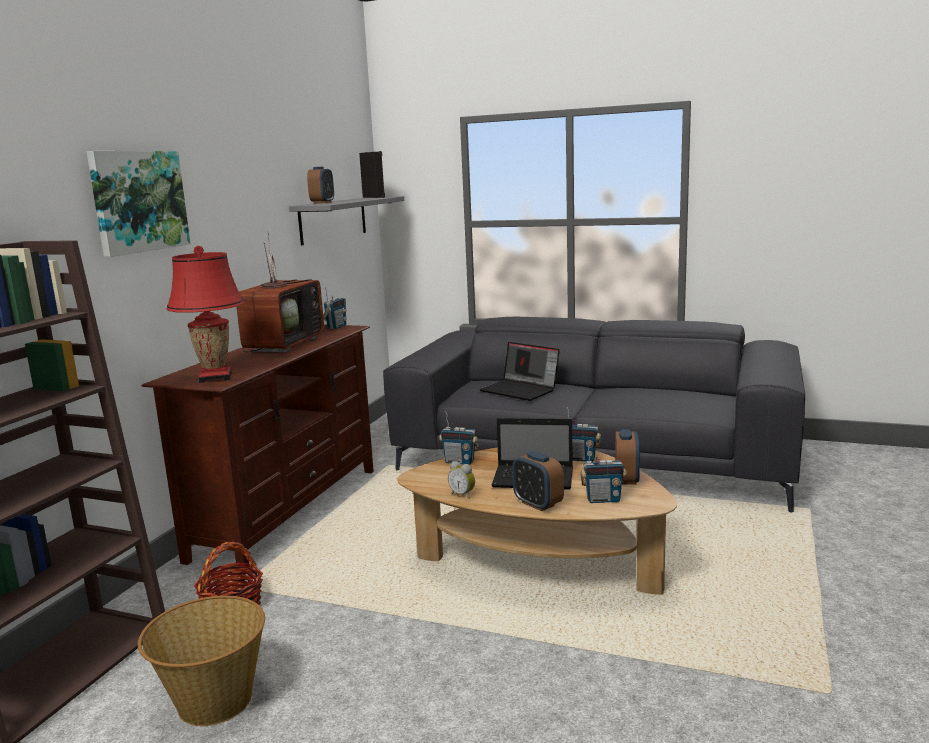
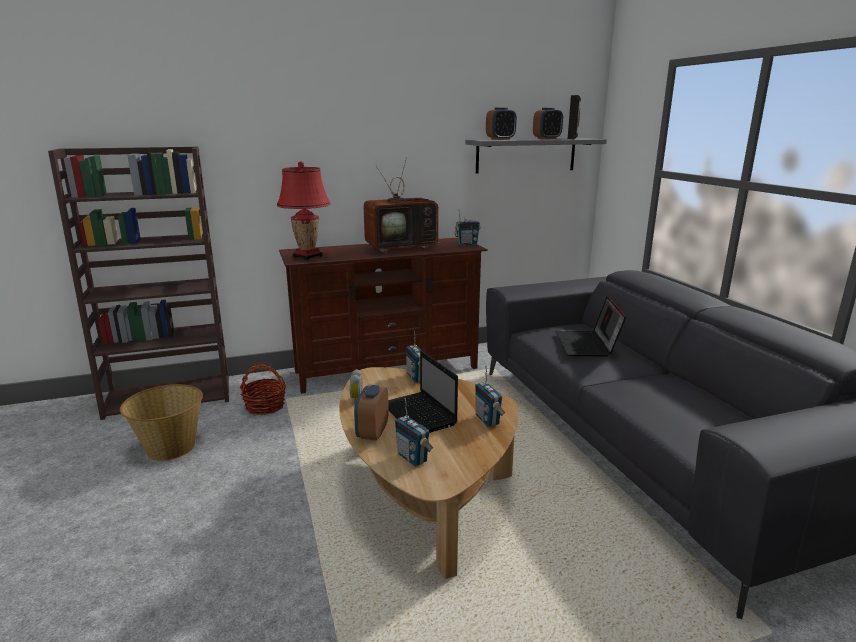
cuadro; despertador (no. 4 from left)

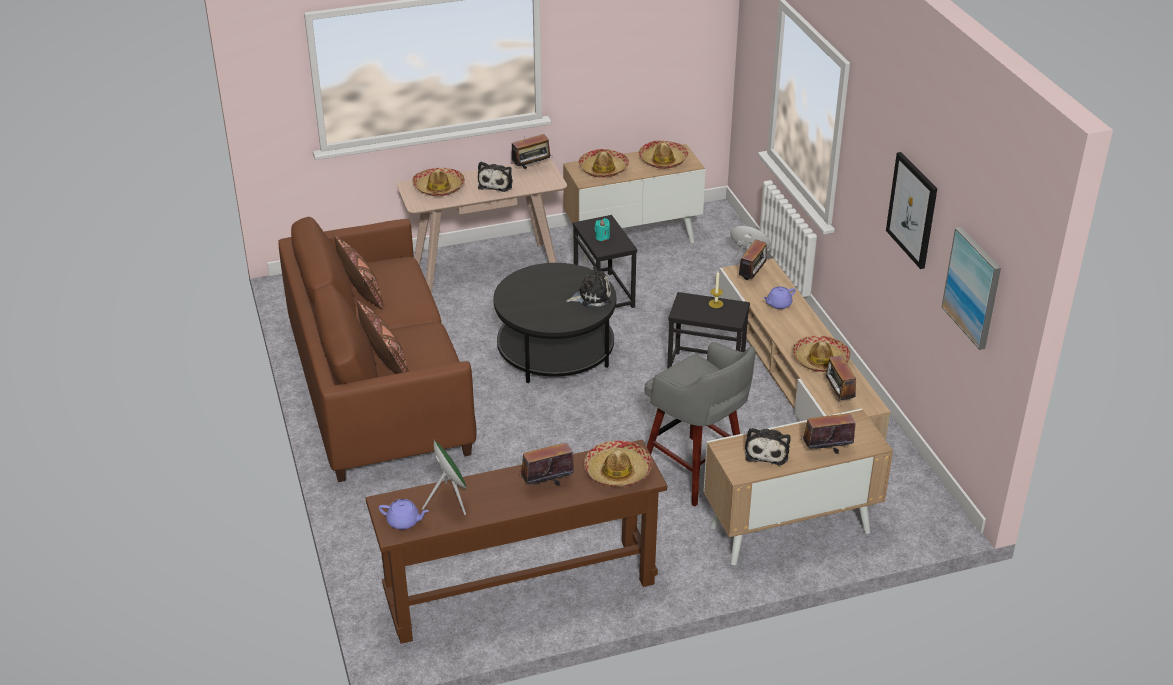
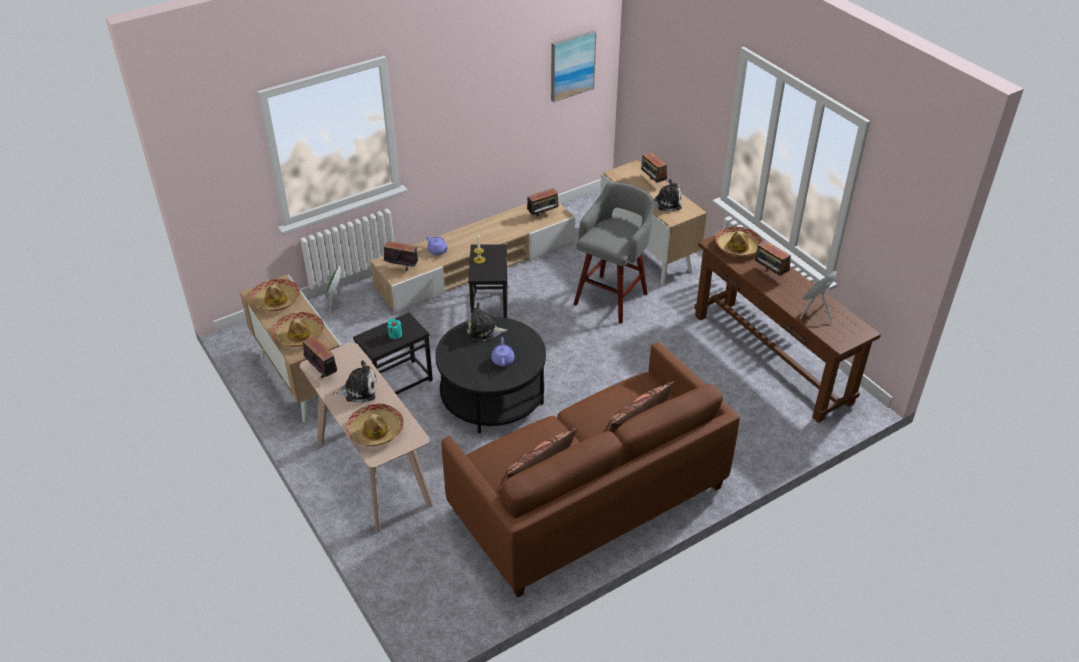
cuadro (no. 1 from left in the first image); peluche (no. 2 from left); sombrero (no. 5 from left in the first image); tetera [morado] (no. 2 from left)

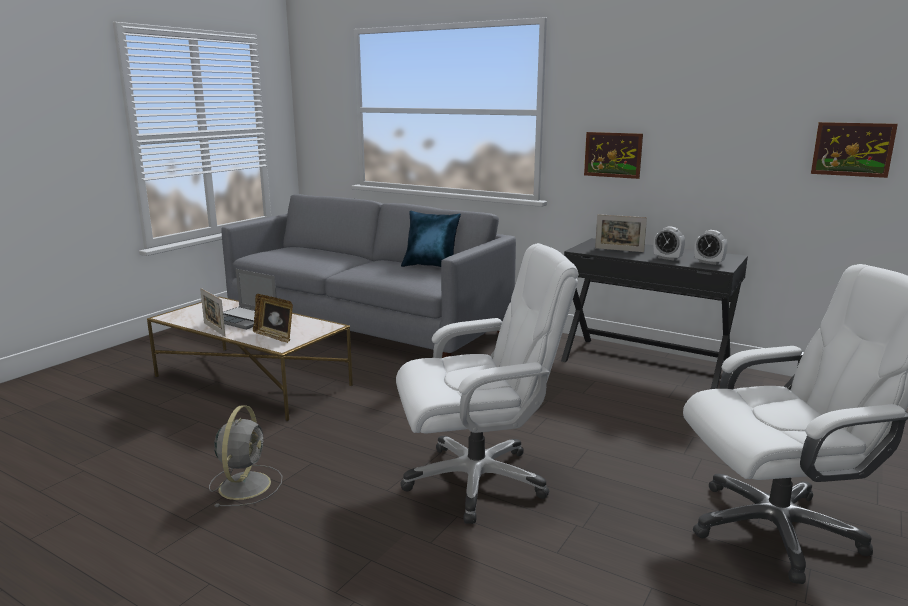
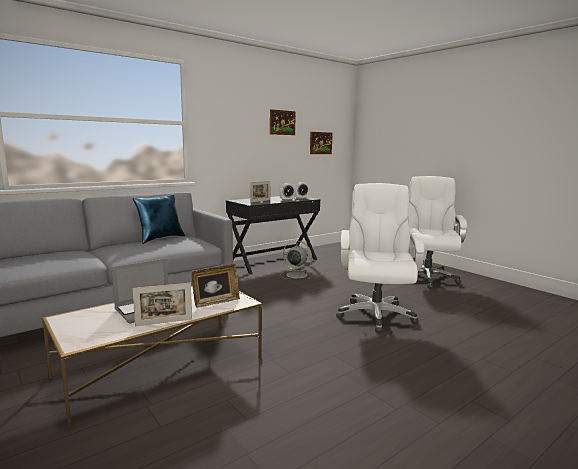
cuadro (no. 1 from left); ventilador [gris]

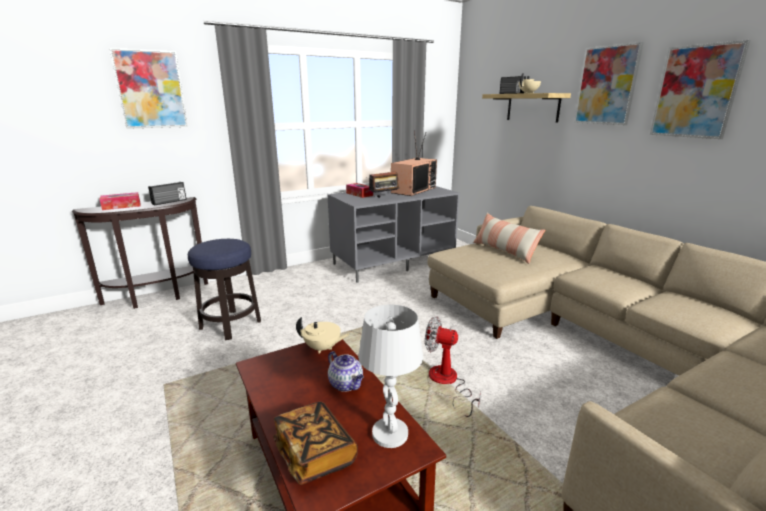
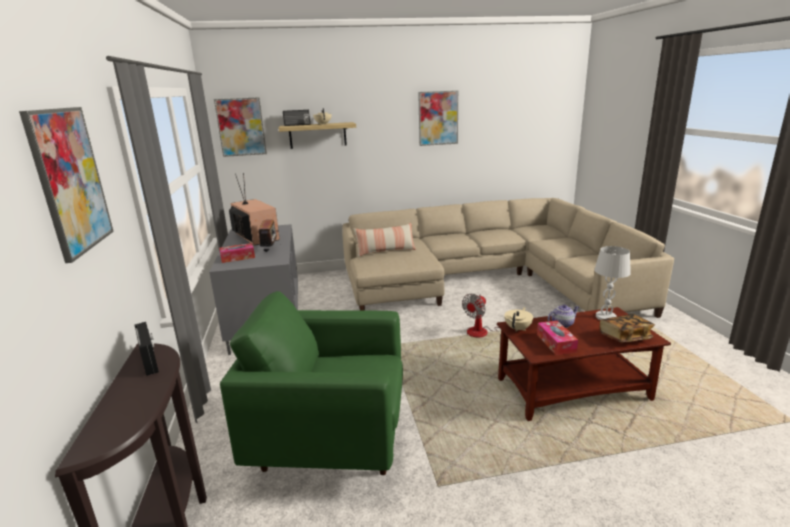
cuadro (no. 2 from left); caja de pañuelos (no. 2 from left); sillón [verde]

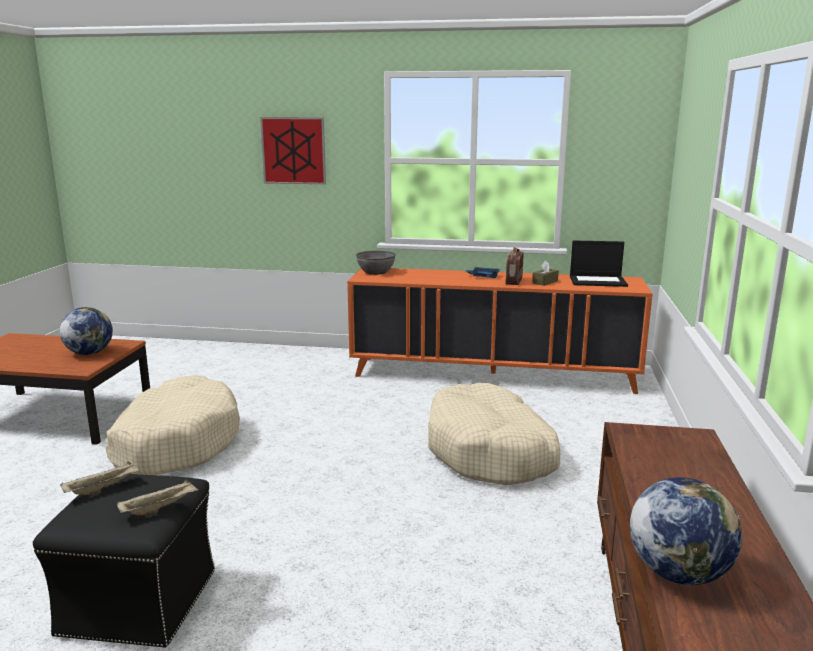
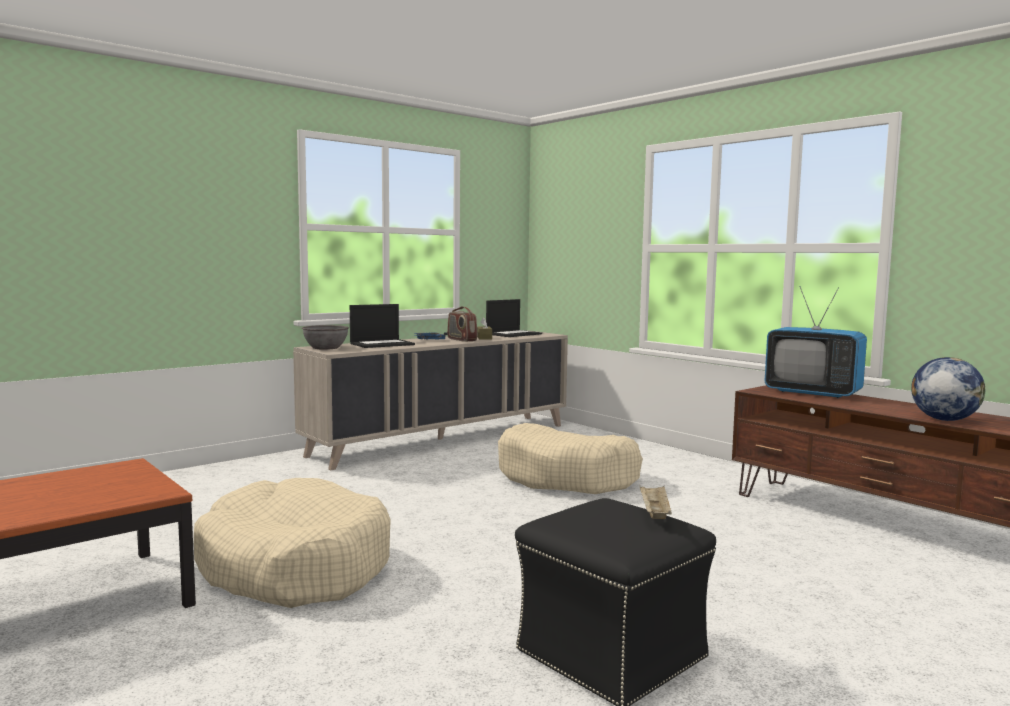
cuadro; armario [beis]; globo terráqueo (no. 1 from left in the first image); bandeja [beis] (no. 1 from left in the first image); televisor; portátil (no. 1 from left)

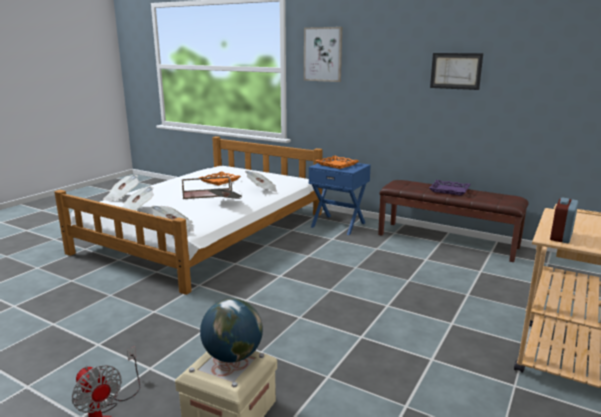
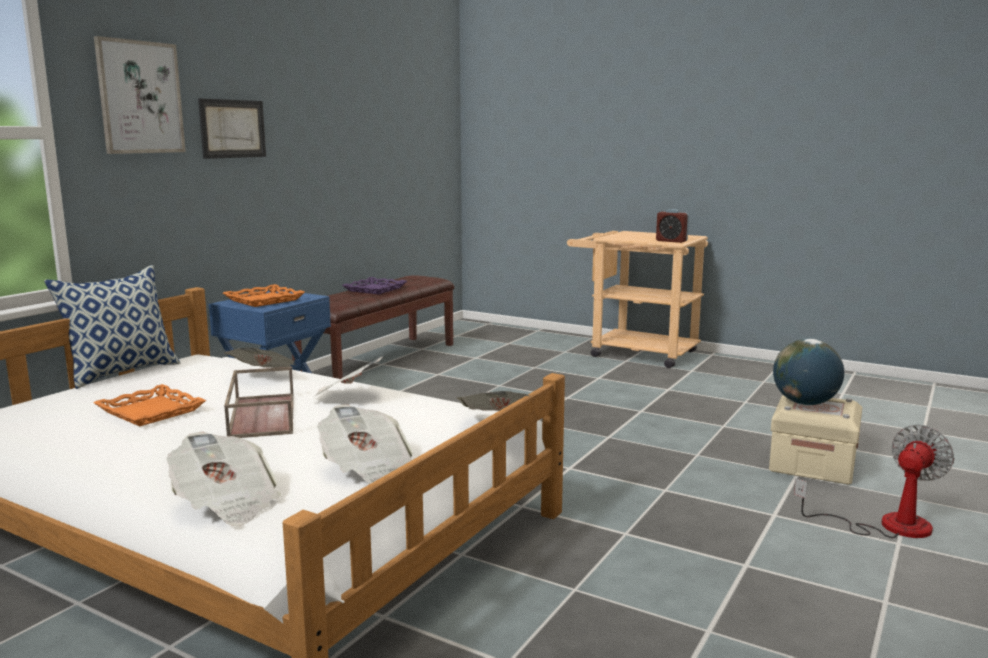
cuadro (no. 2 from left); cojín

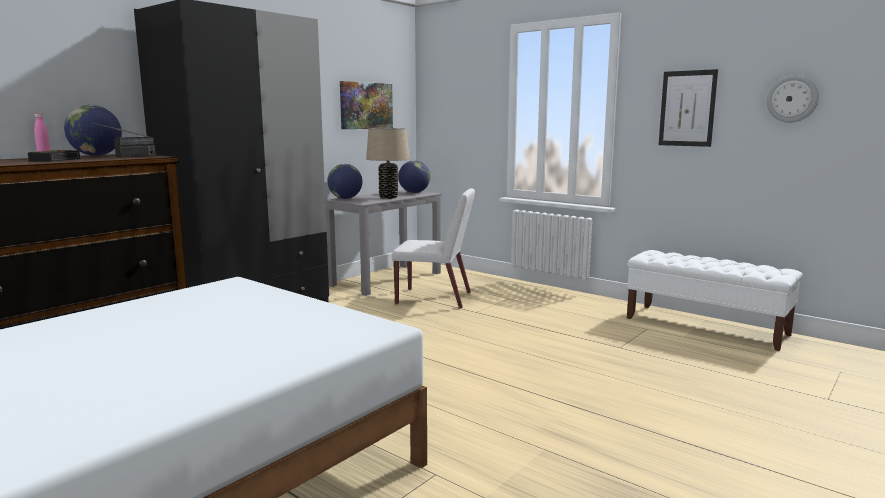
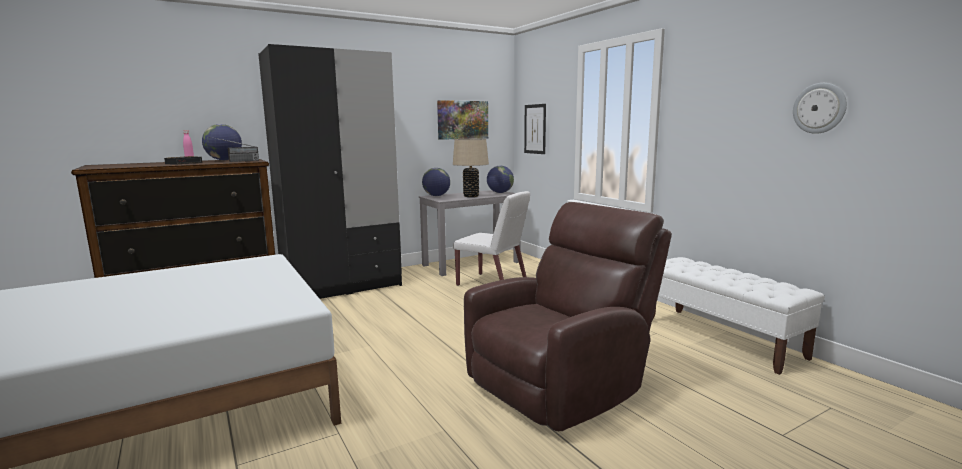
cuadro (no. 2 from left); sillón [marrón]

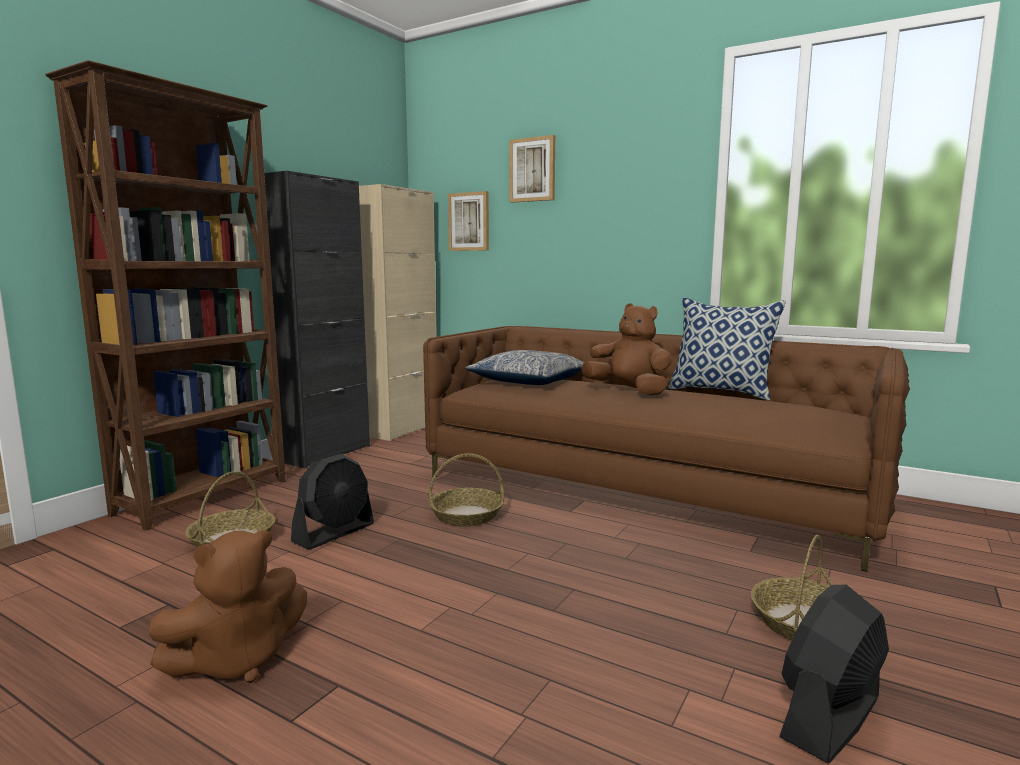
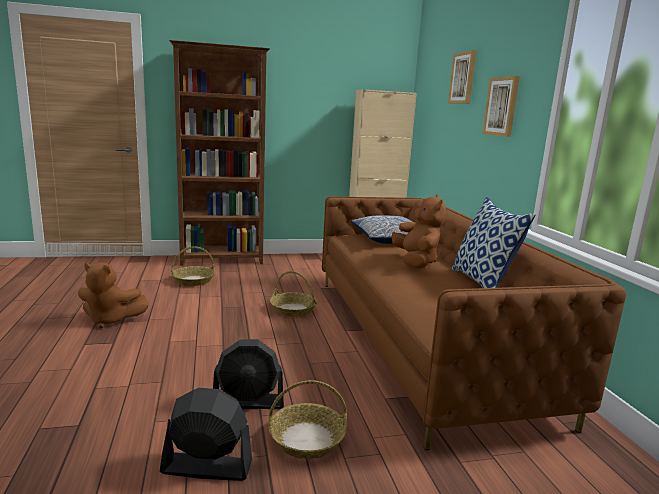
armario [negro]; cuadro (no. 2 from left); ventilador [negro] (no. 2 from left)

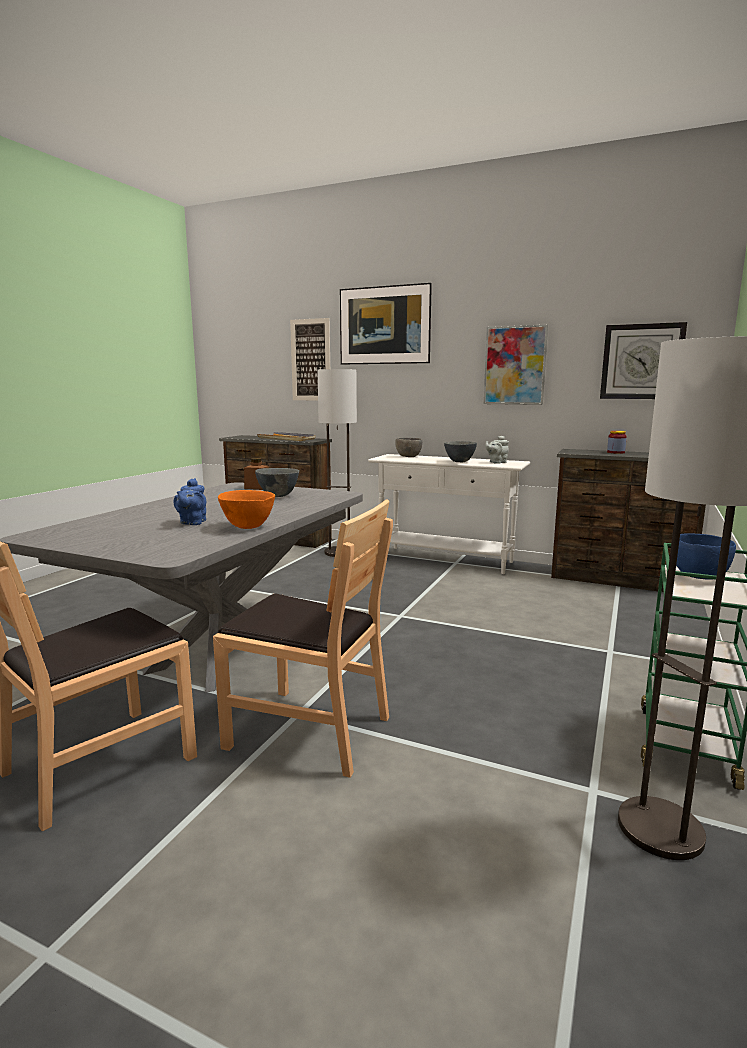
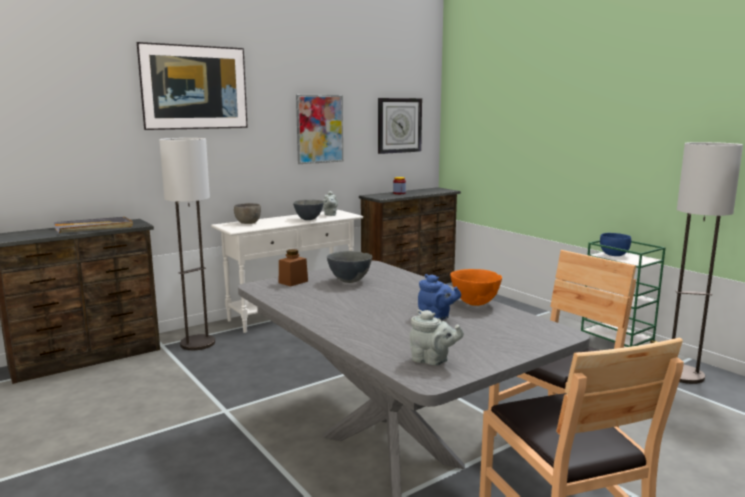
cuadro (no. 1 from left in the first image); tetera [gris] (no. 2 from left)

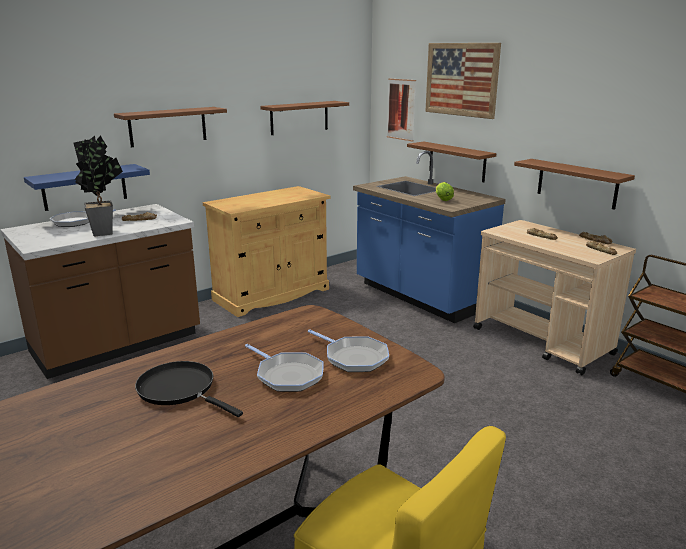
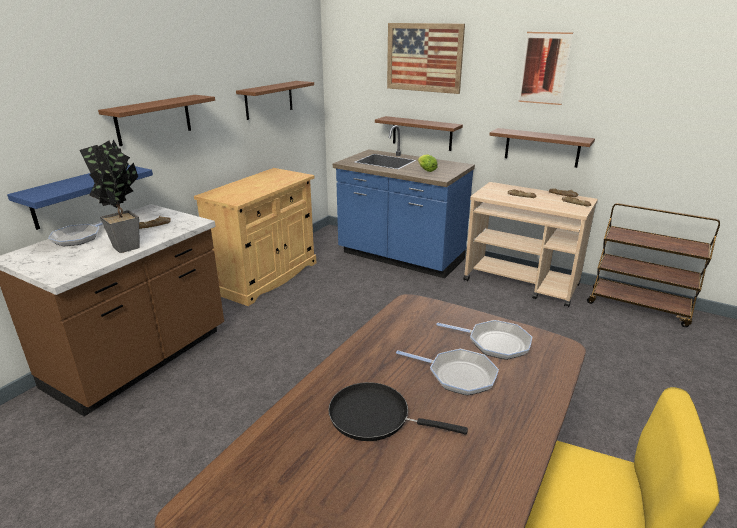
cuadro (no. 2 from left)

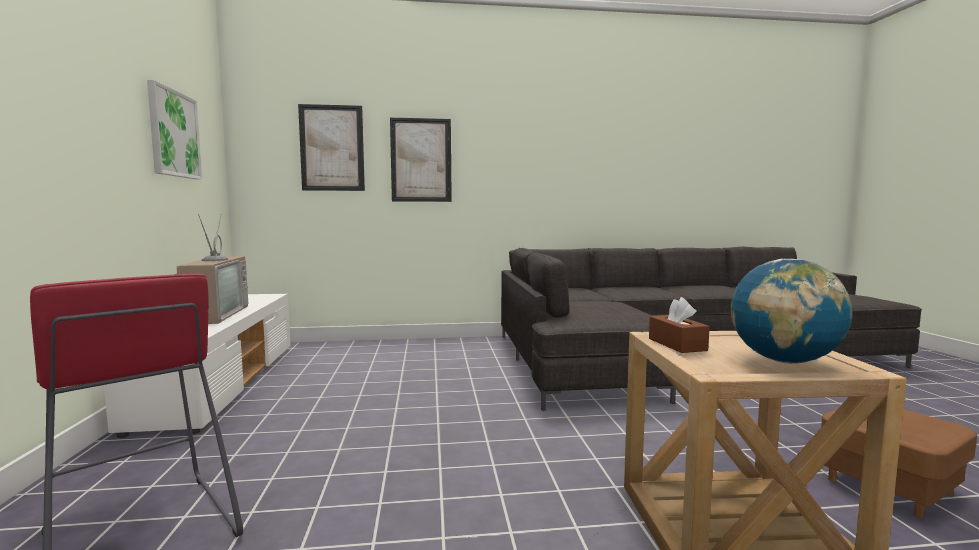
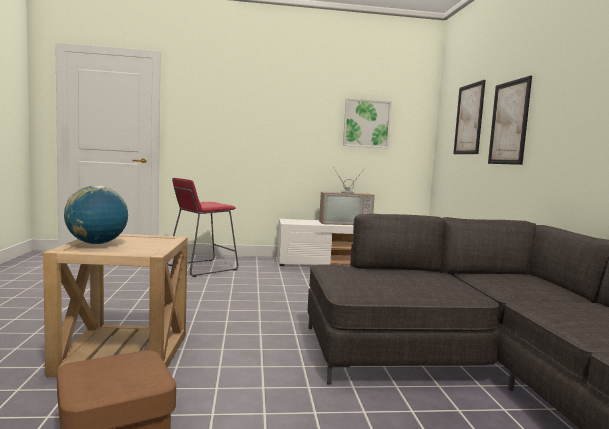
caja de pañuelos [marrón]

